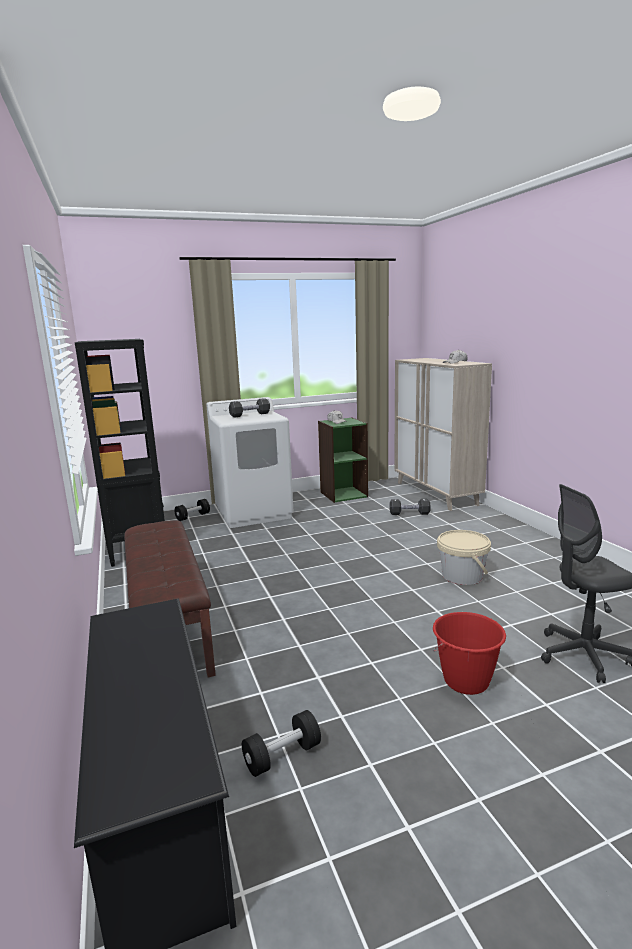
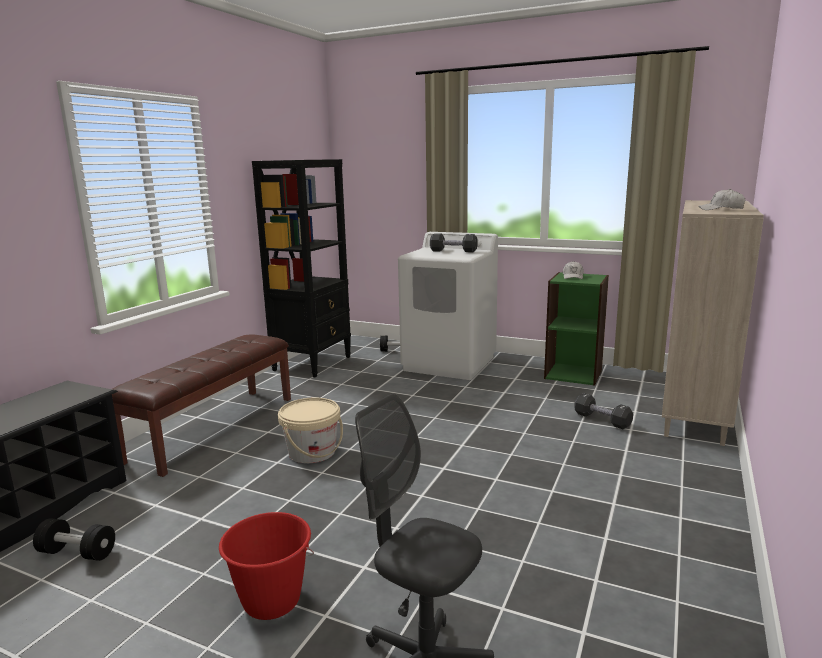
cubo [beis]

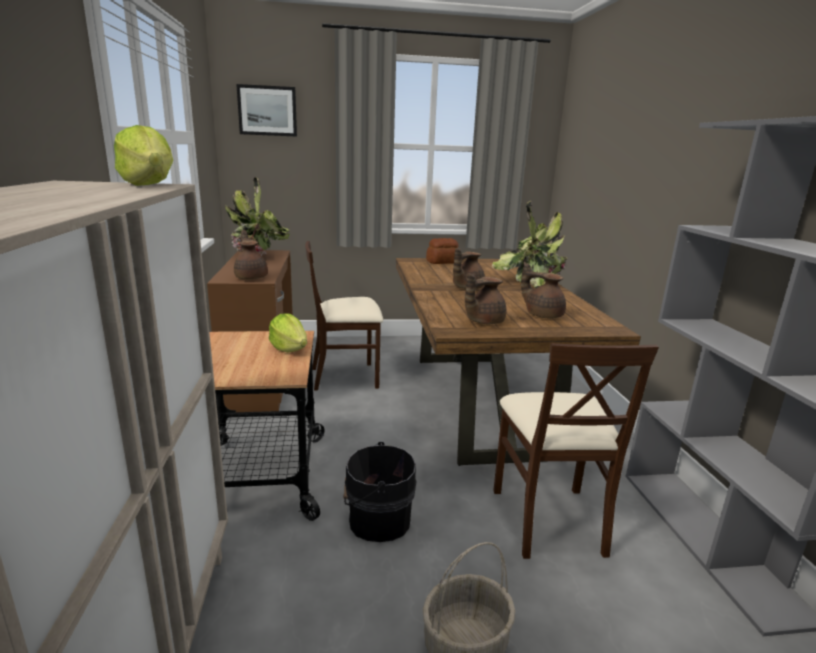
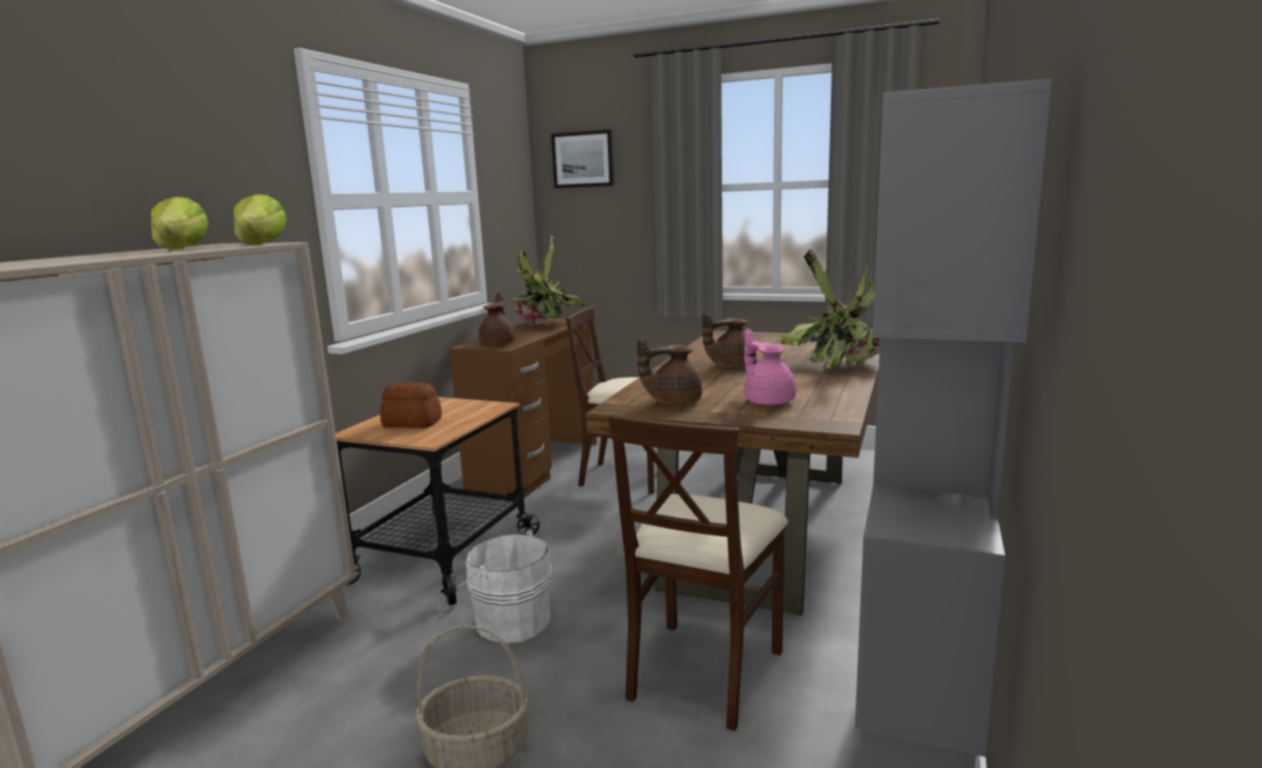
pan; tetera [rosa]; lechuga (no. 1 from left); cubo [blanco]

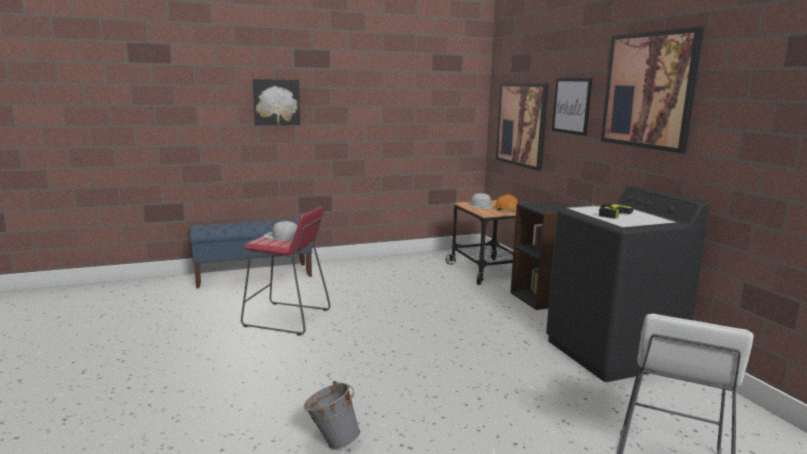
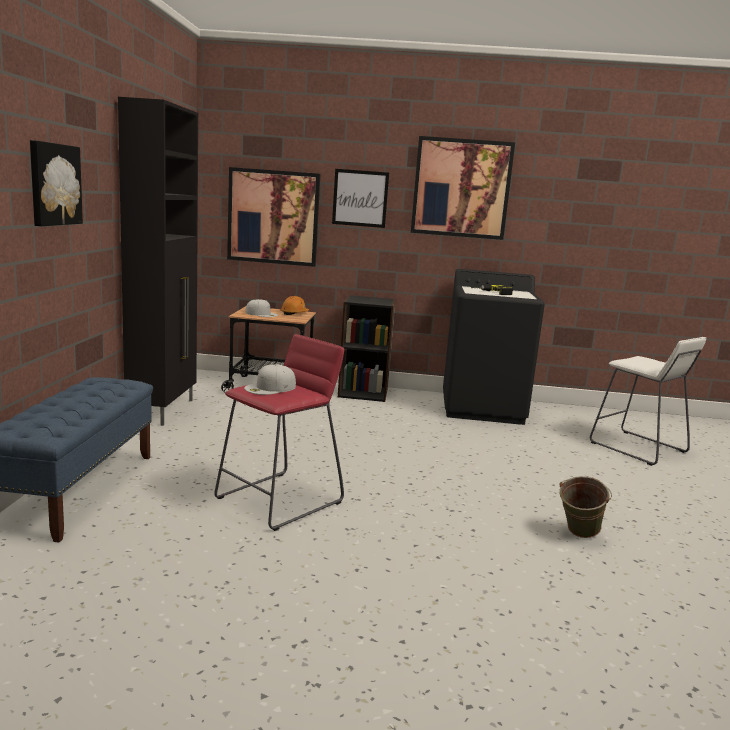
cubo [verde]; armario [negro]

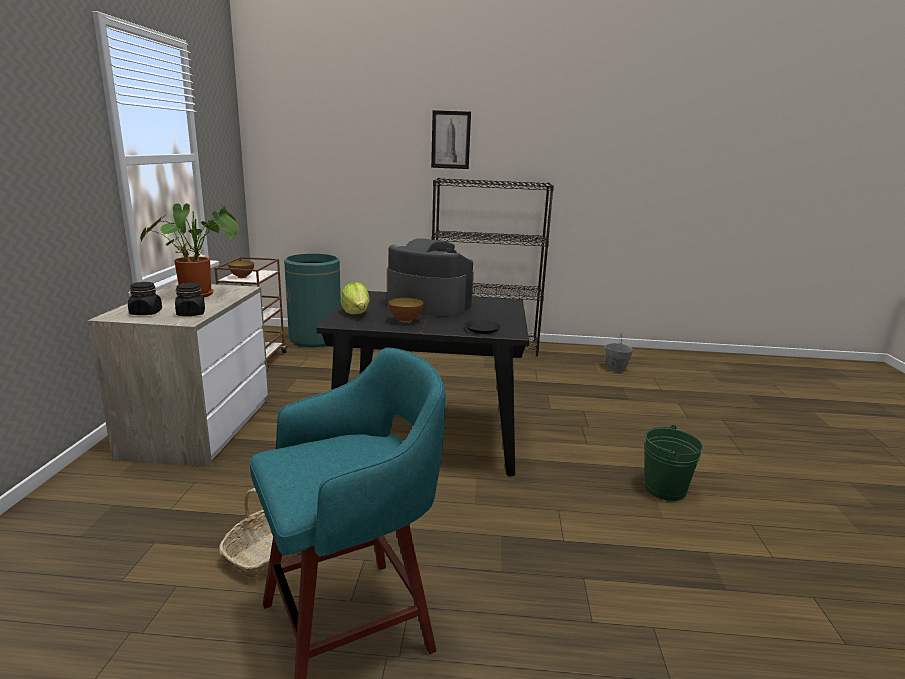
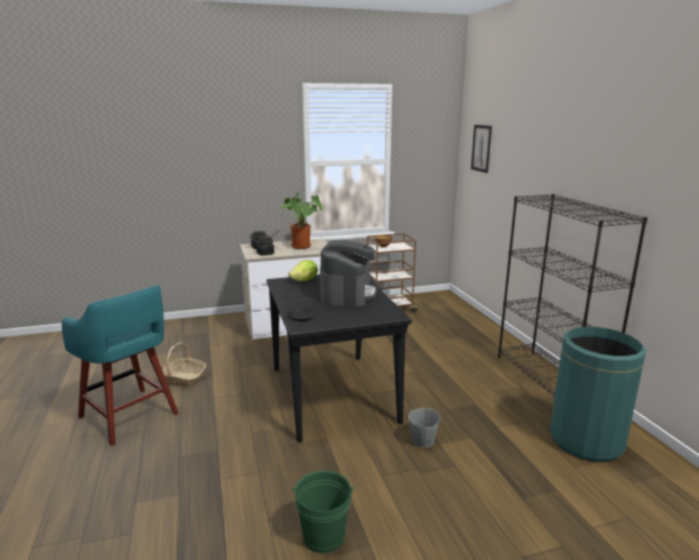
cuadro; papelera [verde]; cuenco (no. 2 from left in the first image); cubo [gris]

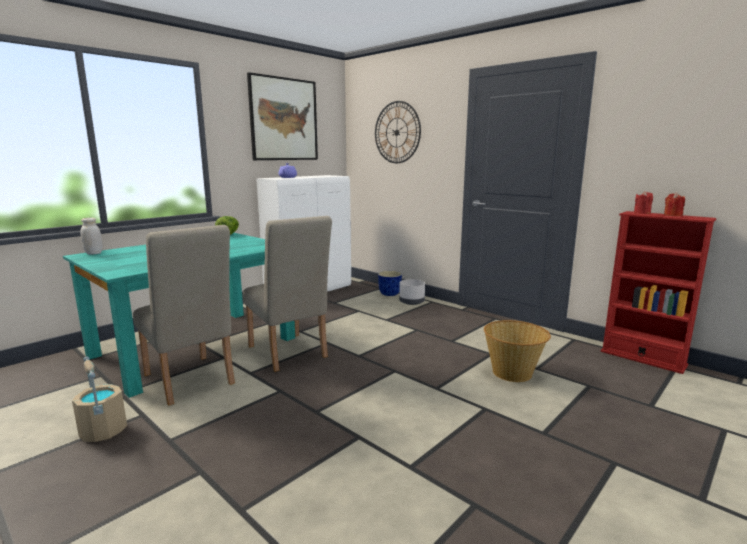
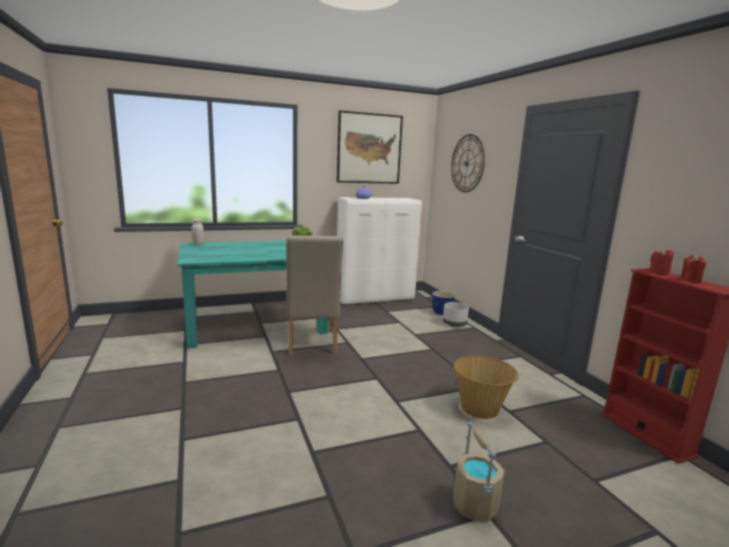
silla [beis] (no. 1 from left in the first image); cubo [beis]

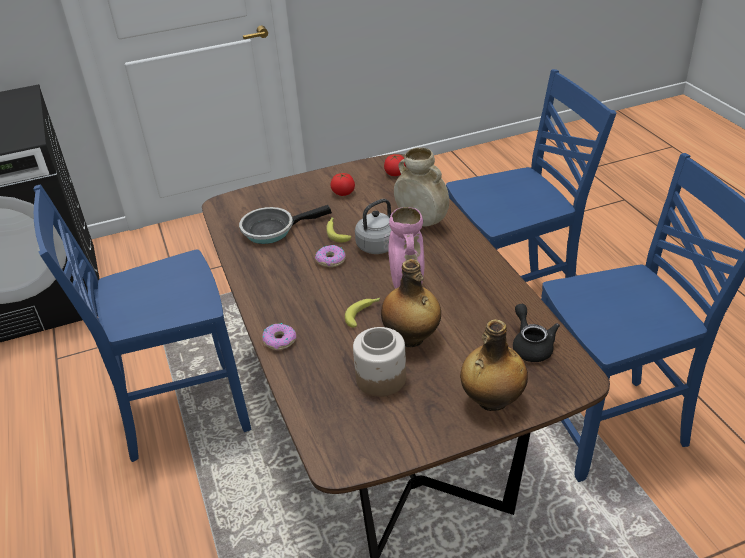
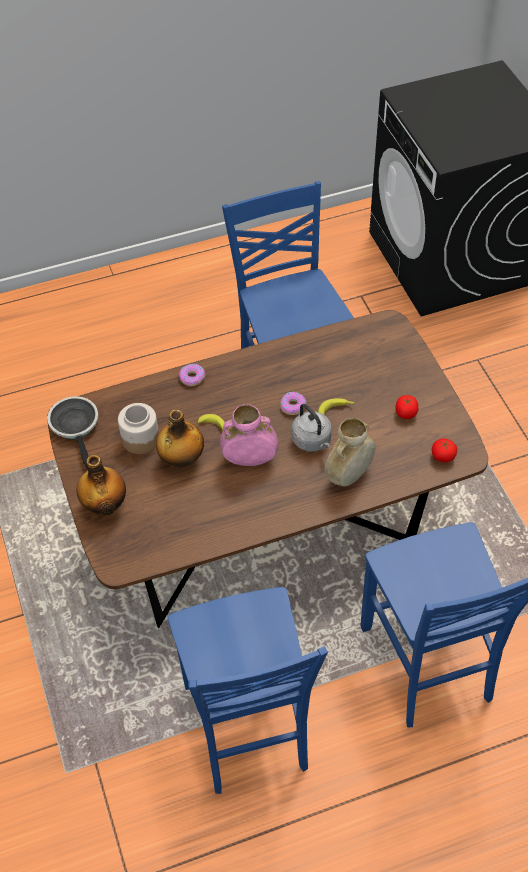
sartén; tetera [negro]

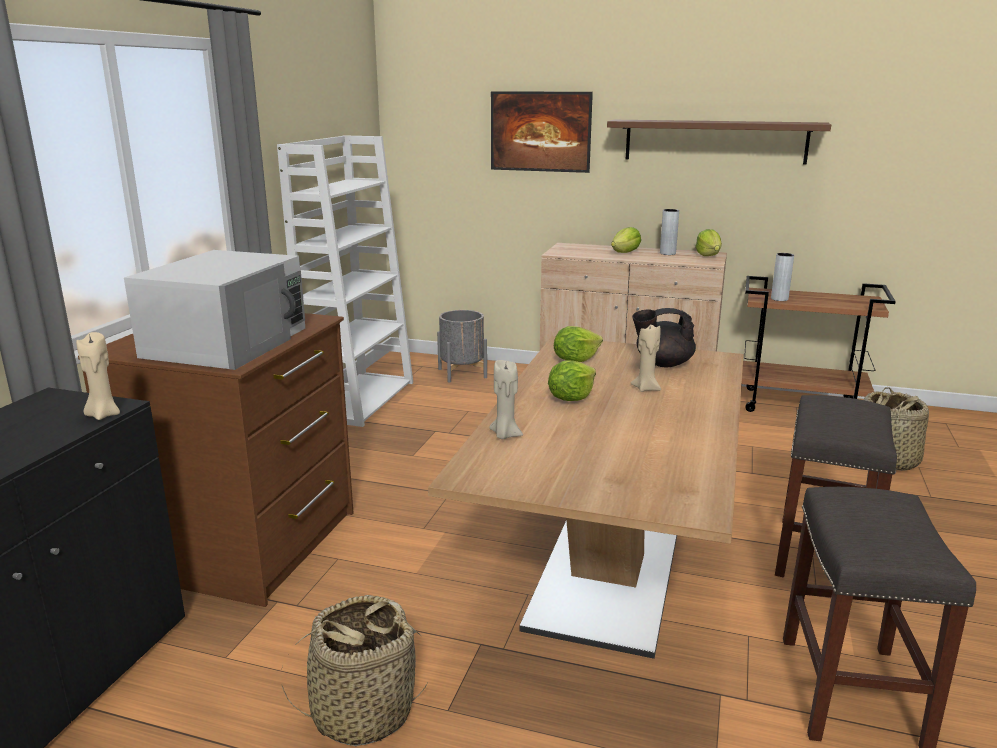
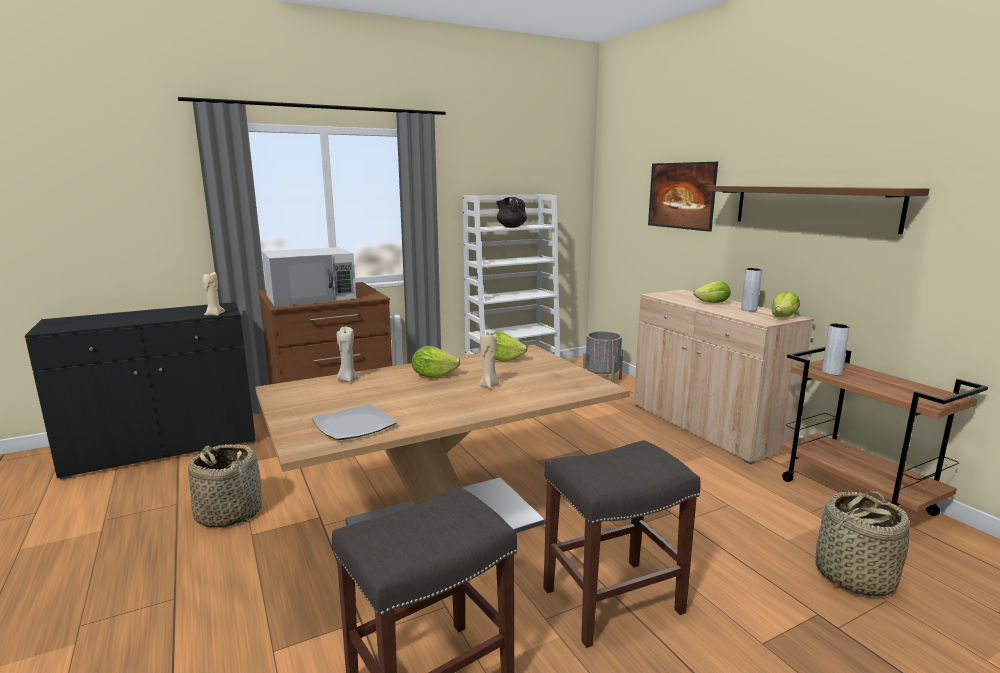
tetera [negro]; plato

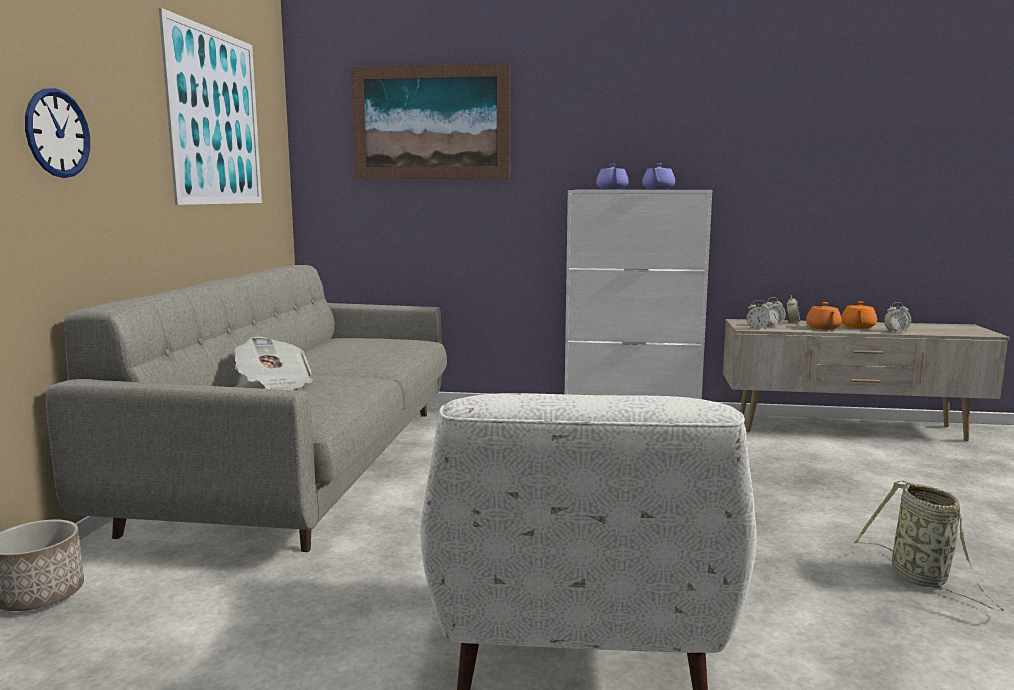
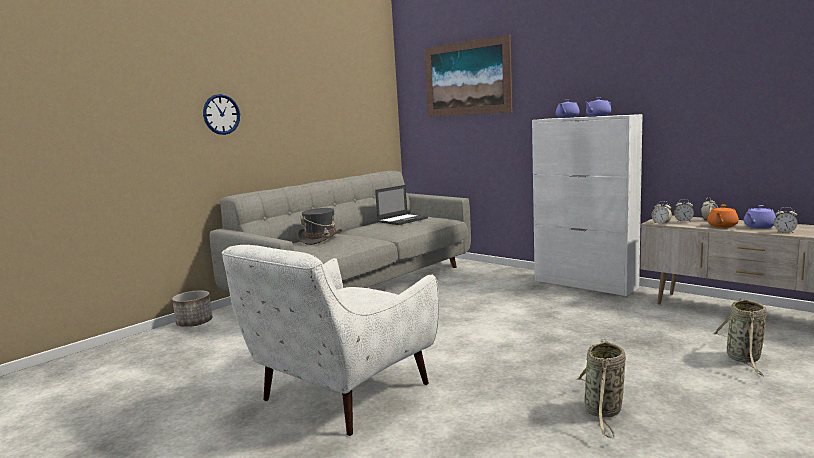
cuadro (no. 1 from left in the first image); tetera [morado] (no. 3 from left); sombrero [gris]; portátil; cesta (no. 2 from left)

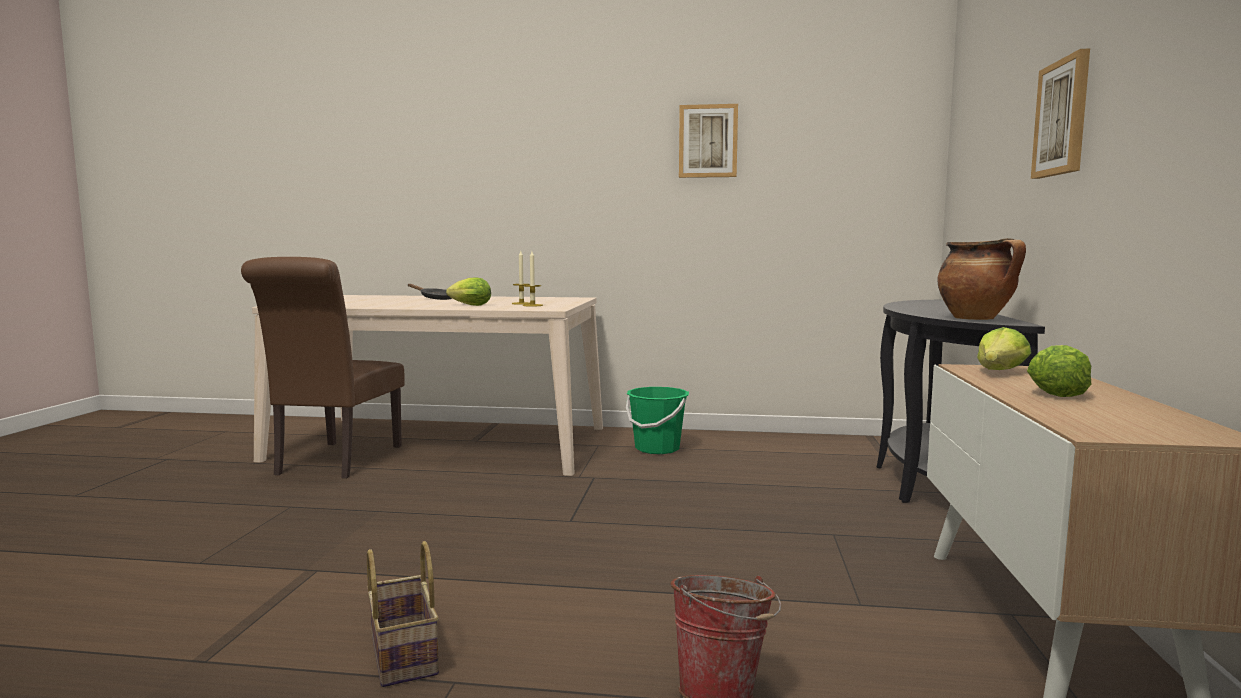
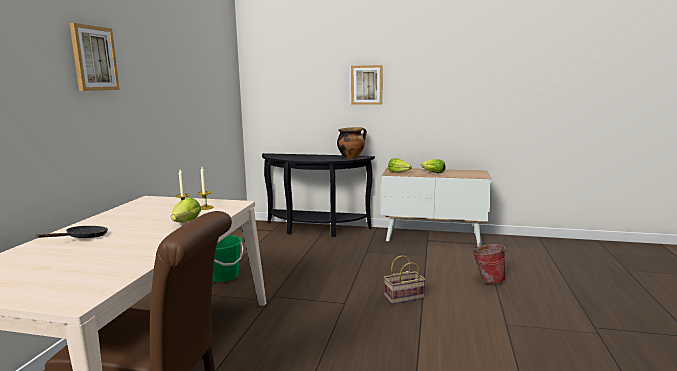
cuadro (no. 1 from left); cesta

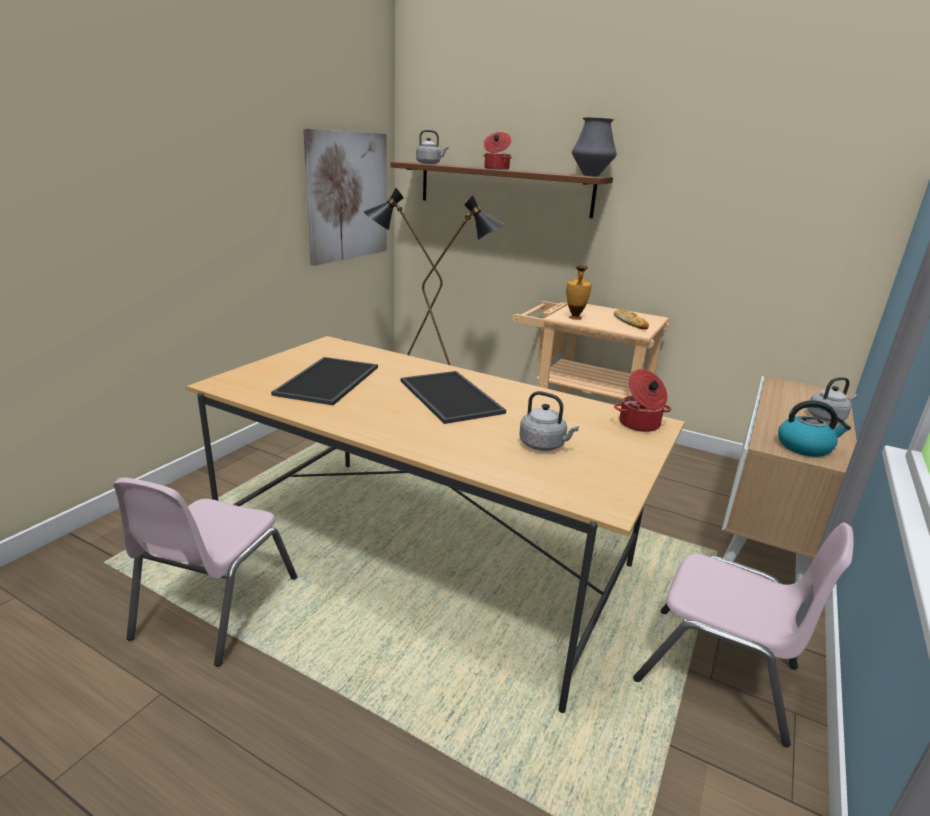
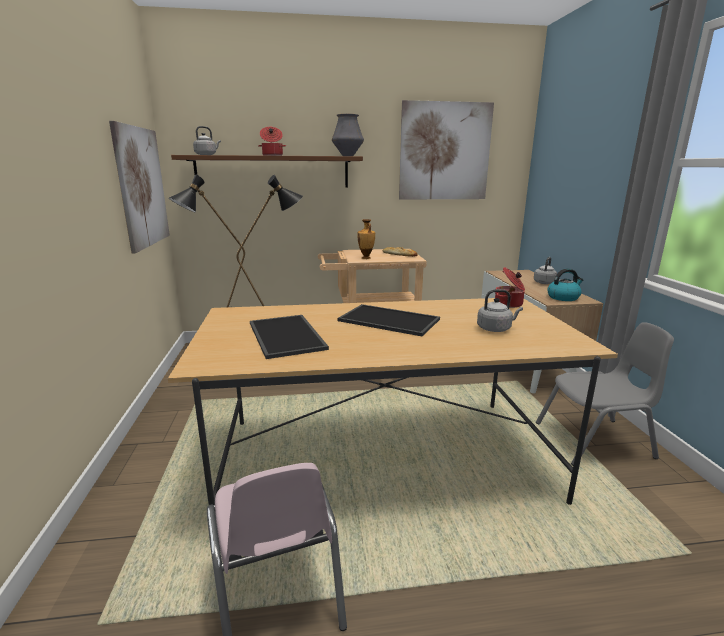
silla [gris]; cuadro (no. 2 from left)

